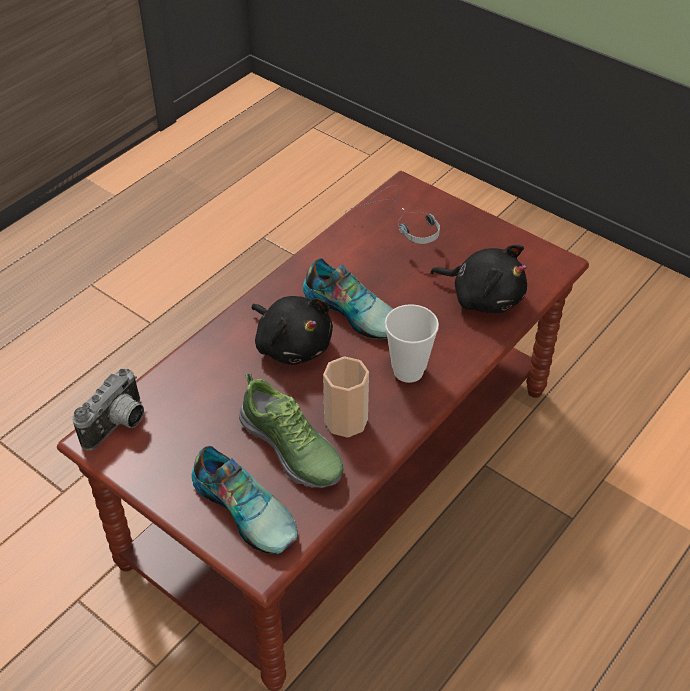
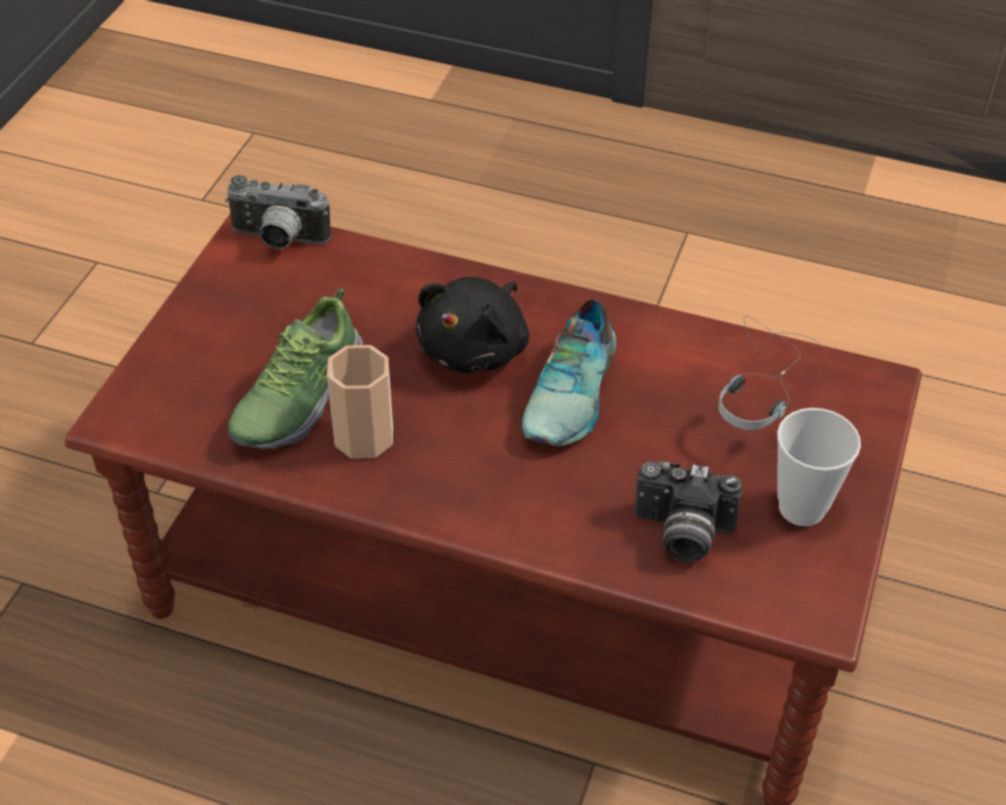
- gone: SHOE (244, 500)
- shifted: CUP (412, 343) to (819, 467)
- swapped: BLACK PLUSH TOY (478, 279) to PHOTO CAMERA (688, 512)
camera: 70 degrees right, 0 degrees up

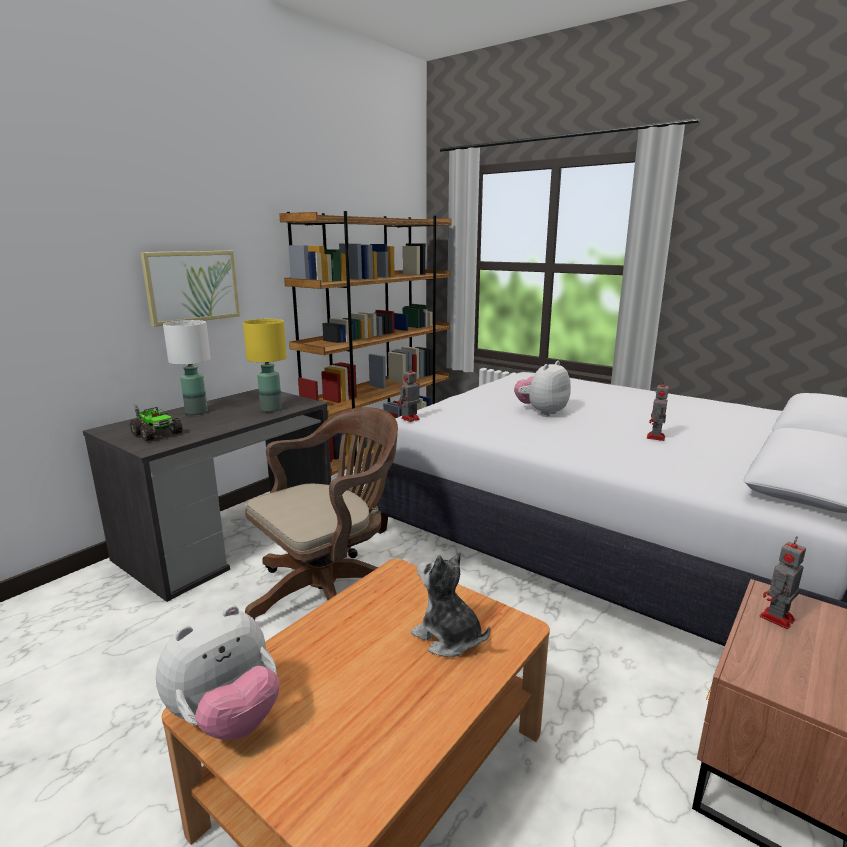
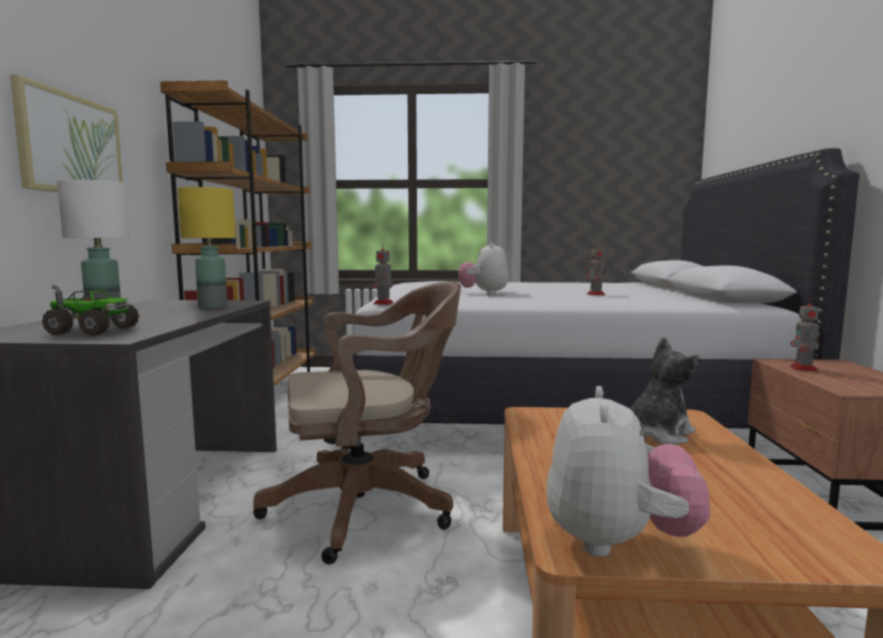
- rotated: BROWN OFFICE CHAIR (321, 513) = (357, 422) 60 degrees clockwise
- rotated: PLUSH TOY (451, 604) = (665, 391) 135 degrees clockwise
camera: 35 degrees left, 10 degrees down

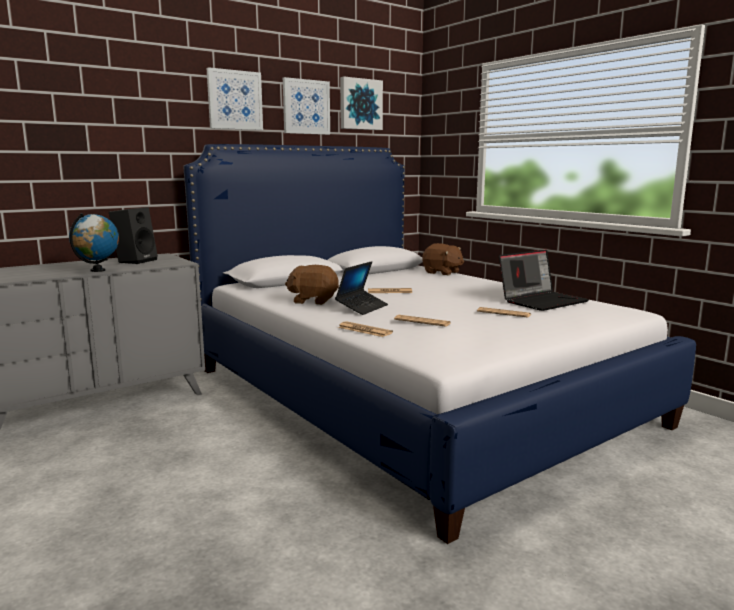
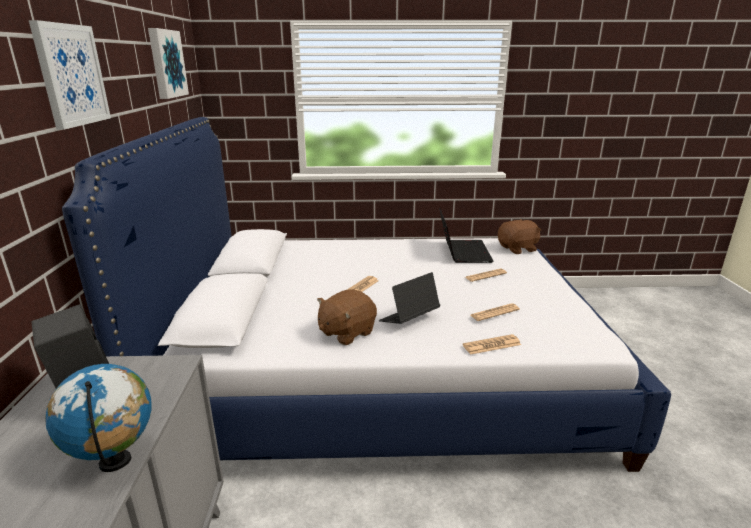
- gone: PICTURE (306, 106)
- rotated: LAPTOP (361, 288) = (409, 298) 105 degrees counterclockwise
- shifted: BROWN PLUSH TOY (443, 259) to (519, 236)
camera: 55 degrees left, 10 degrees up

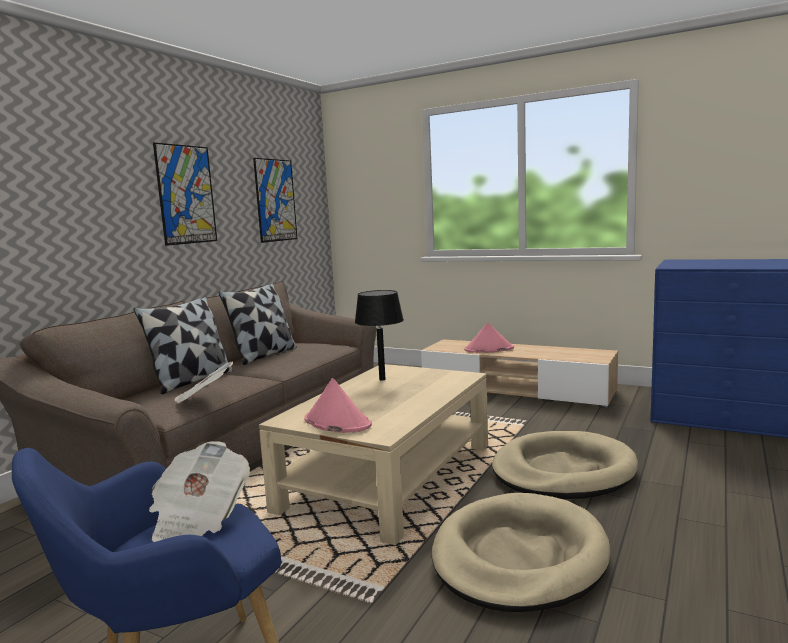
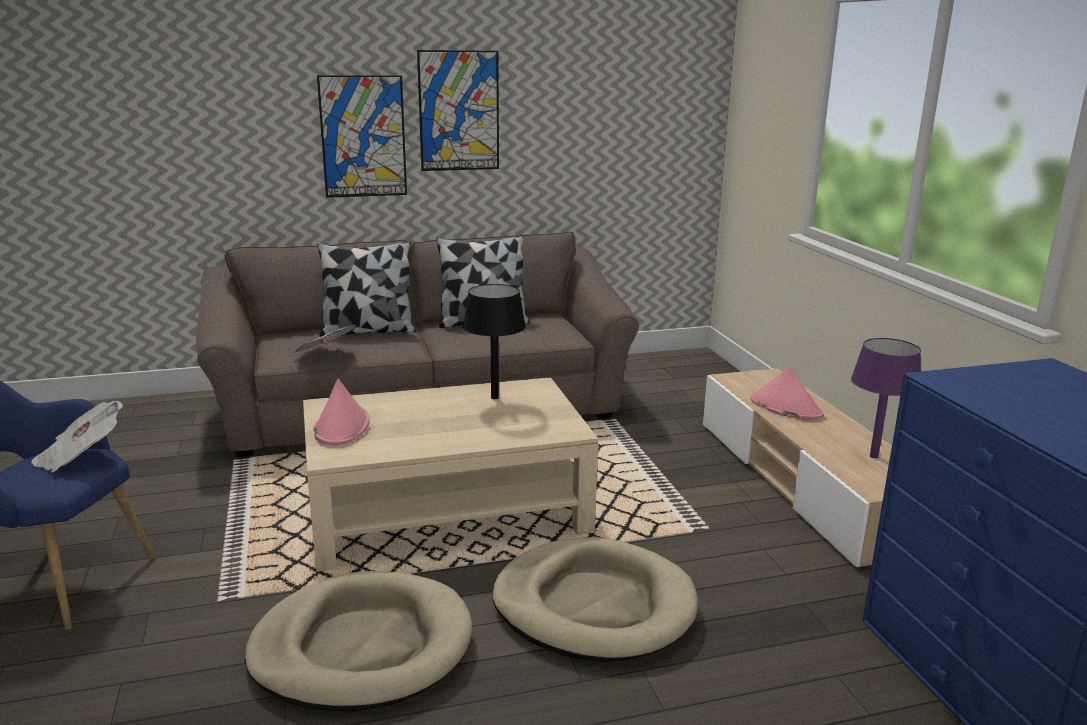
- shifted: PICTURE (275, 200) to (362, 136)
- new: PURPLE TABLE LAMP (886, 398)
camera: 45 degrees right, 10 degrees up

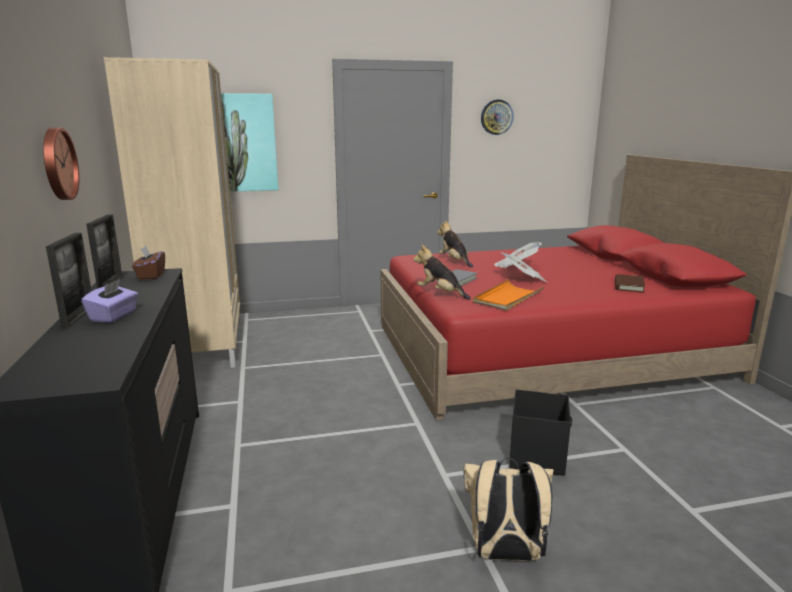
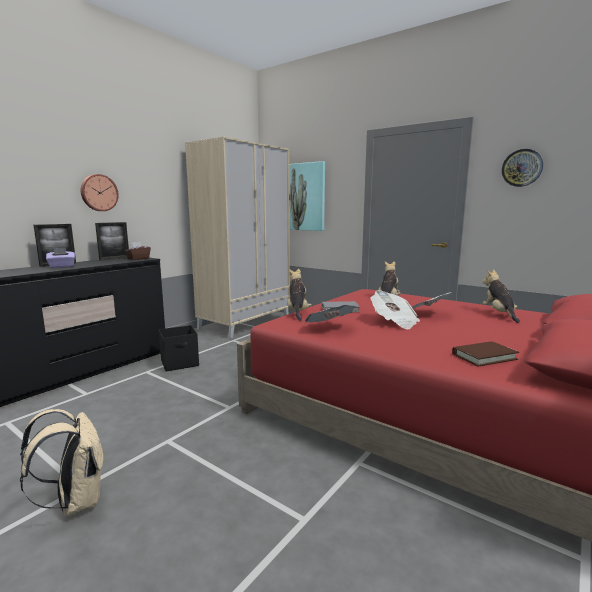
- swapped: ORANGE TRAY (508, 295) to NEWSPAPER (330, 313)
- shifted: BLACK STORAGE BOX (540, 432) to (179, 348)
- new: PLUSH TOY (501, 296)
camera: 50 degrees right, 5 degrees down

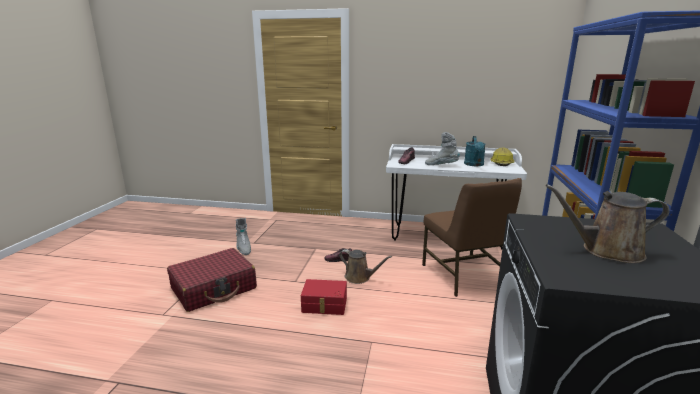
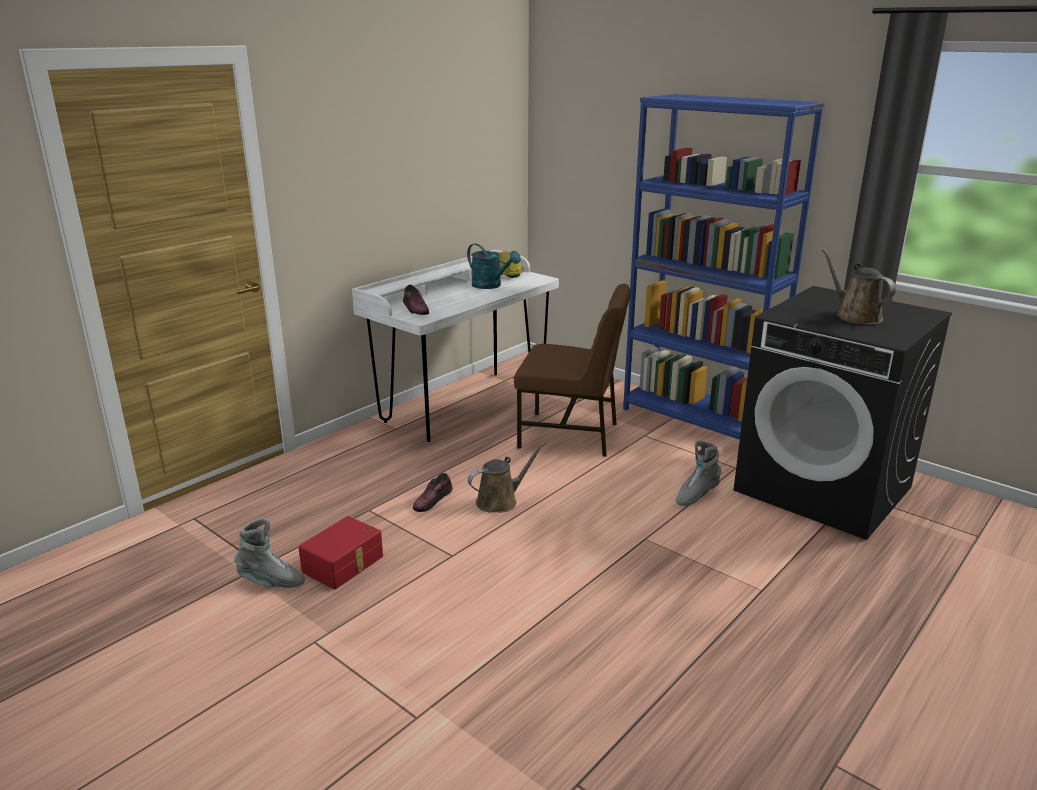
- gone: RED SUITCASE (212, 280)
- shifted: RED STORAGE BOX (324, 297) to (340, 552)
- shifted: GREY BOOT (442, 148) to (699, 473)
- rotated: BROWN WATERING CAN (608, 223) = (859, 287) 120 degrees clockwise
camera: 60 degrees left, 5 degrees up

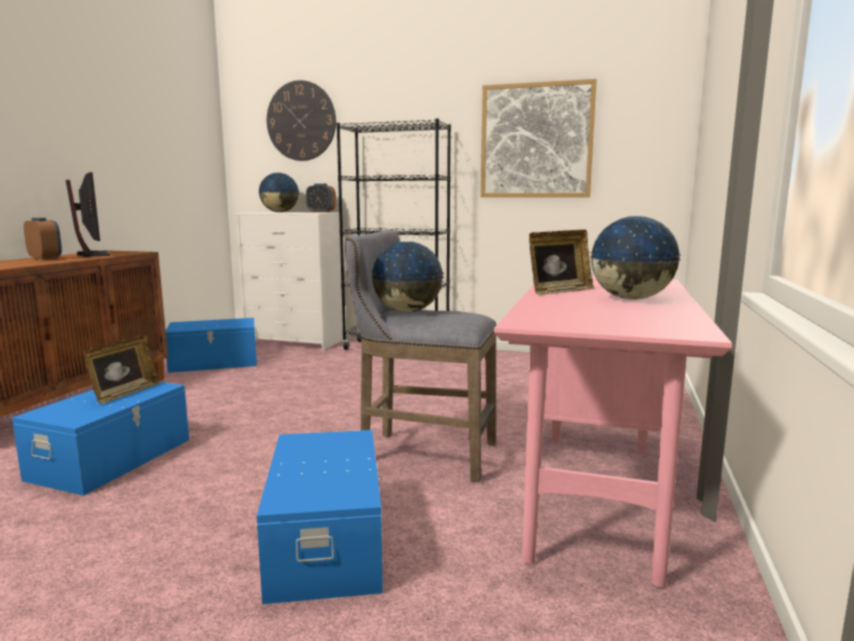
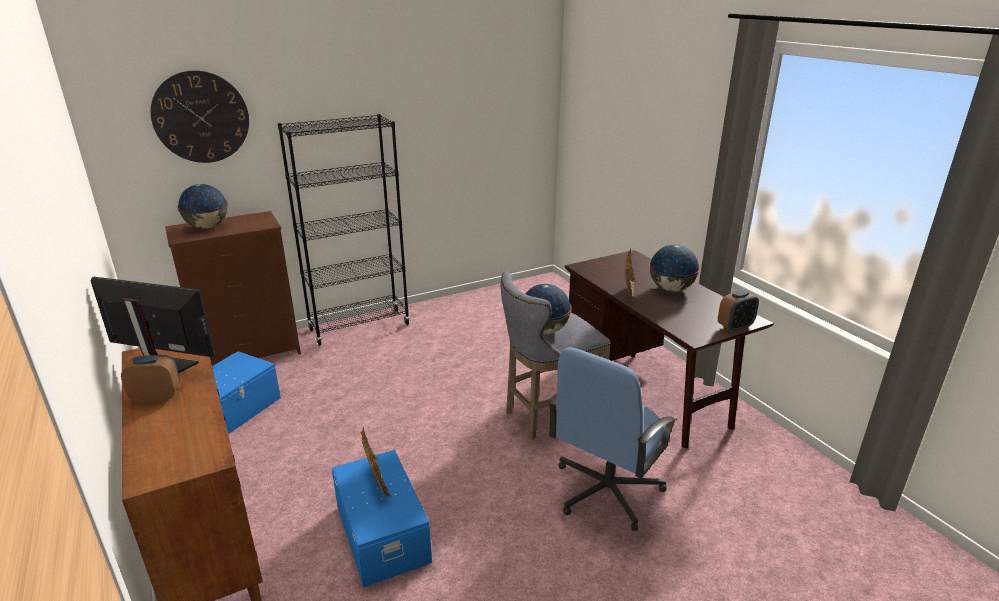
- repainted: WHITE DRESSER (289, 281) to BROWN DRESSER (233, 288)
- swapped: BLUE STORAGE BOX (320, 517) to BLUE OFFICE CHAIR (612, 439)
- shifted: ALARM CLOCK (321, 198) to (738, 311)
- gone: PICTURE (539, 138)
- repainted: PINK DESK (613, 432) to BROWN DESK (669, 349)
camera: 45 degrees left, 15 degrees up

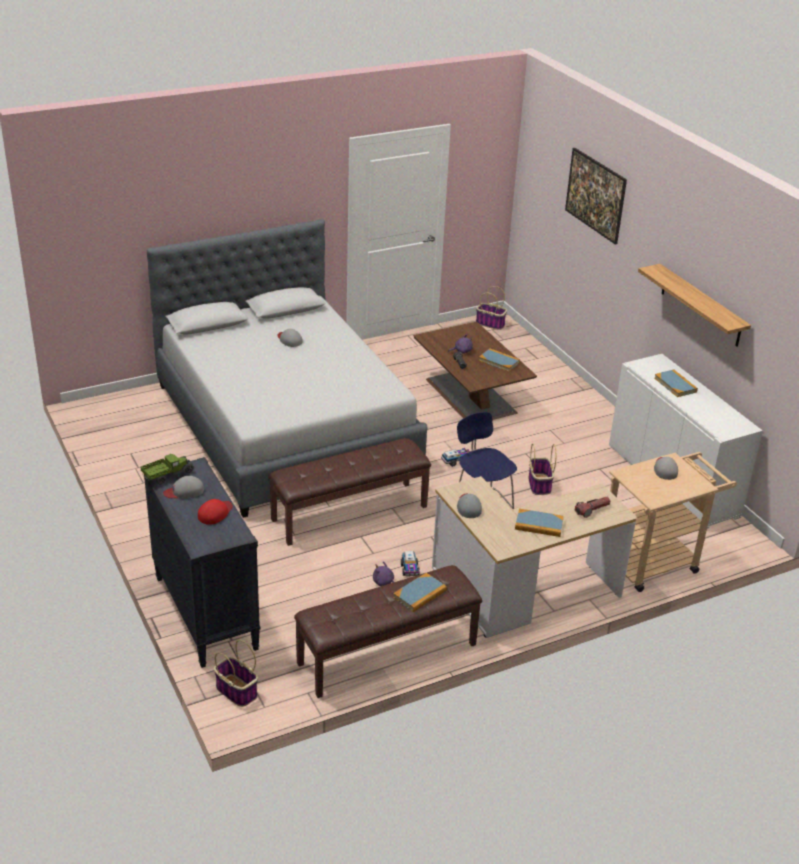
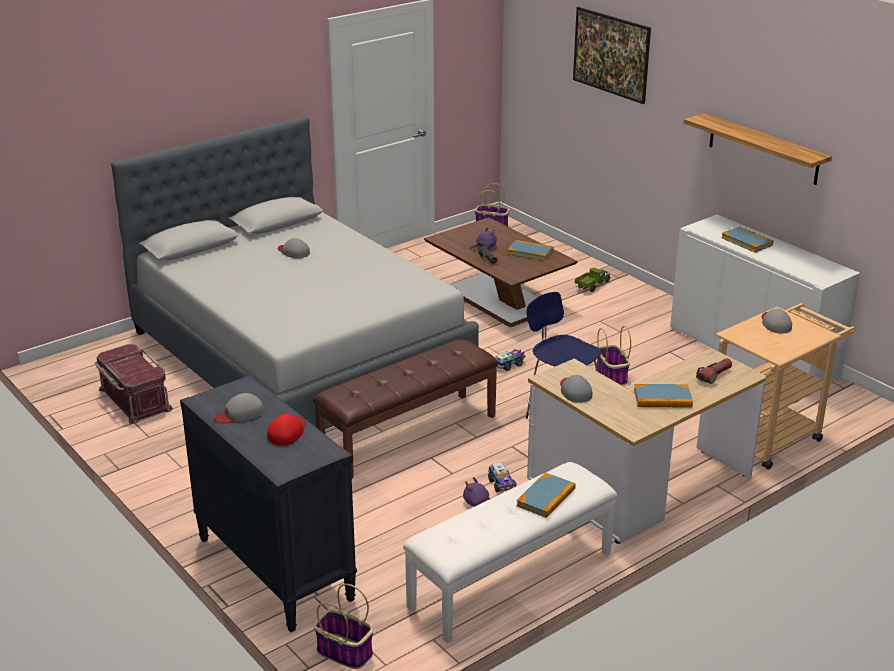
- shifted: TOY TRUCK (167, 469) to (592, 280)
- repainted: BROWN BENCH (388, 631) to WHITE BENCH (510, 552)
- new: RED STORAGE BOX (133, 384)
camera: 10 degrees left, 5 degrees down

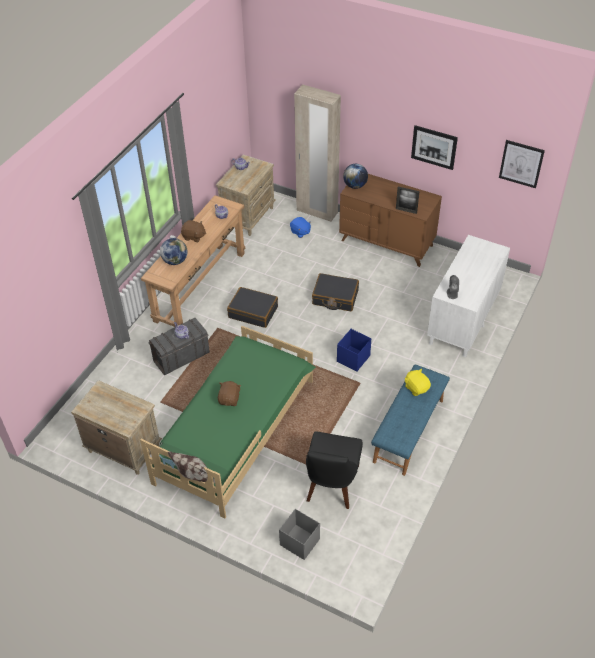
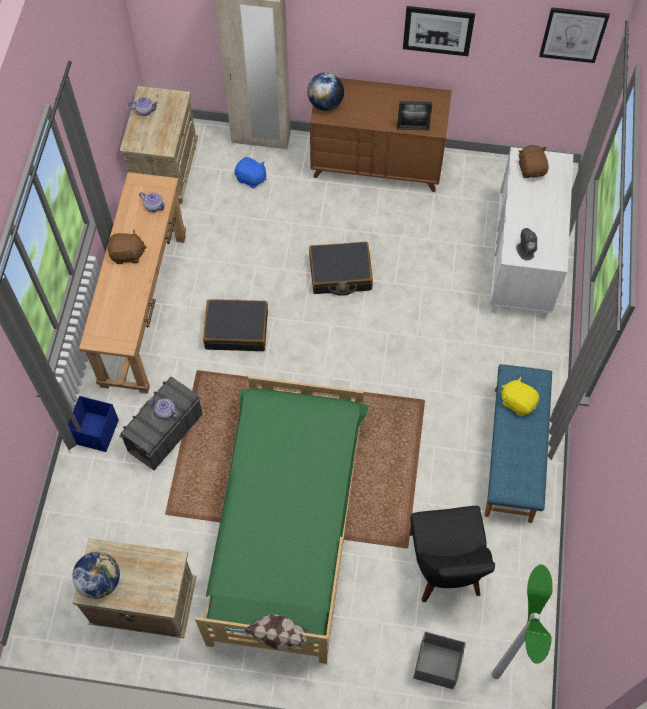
- shifted: GLOBE (174, 251) to (96, 575)
- shifted: BROWN PLUSH TOY (229, 393) to (533, 161)
- shifted: BLUE STORAGE BOX (354, 350) to (93, 424)
- new: FLOOR LAMP (522, 621)
camera: 20 degrees left, 15 degrees up

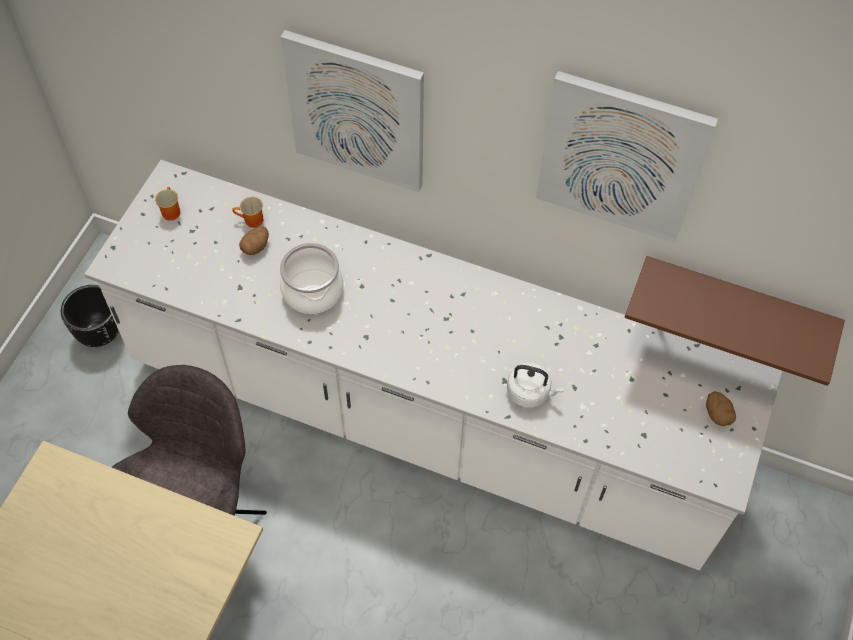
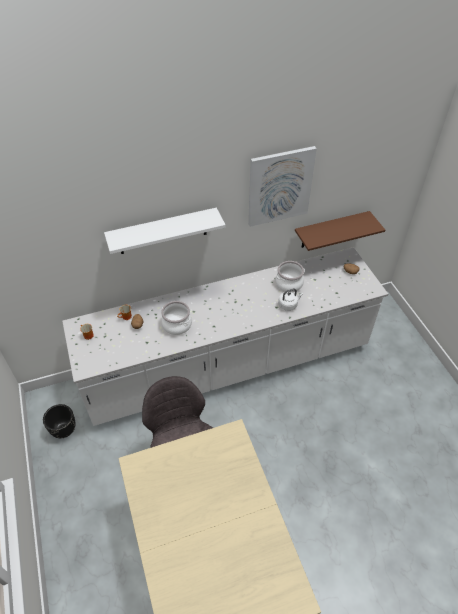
- swapped: PICTURE (352, 111) to WHITE SHELF (165, 231)
- new: COOKING POT (290, 276)
camera: 40 degrees left, 10 degrees down

